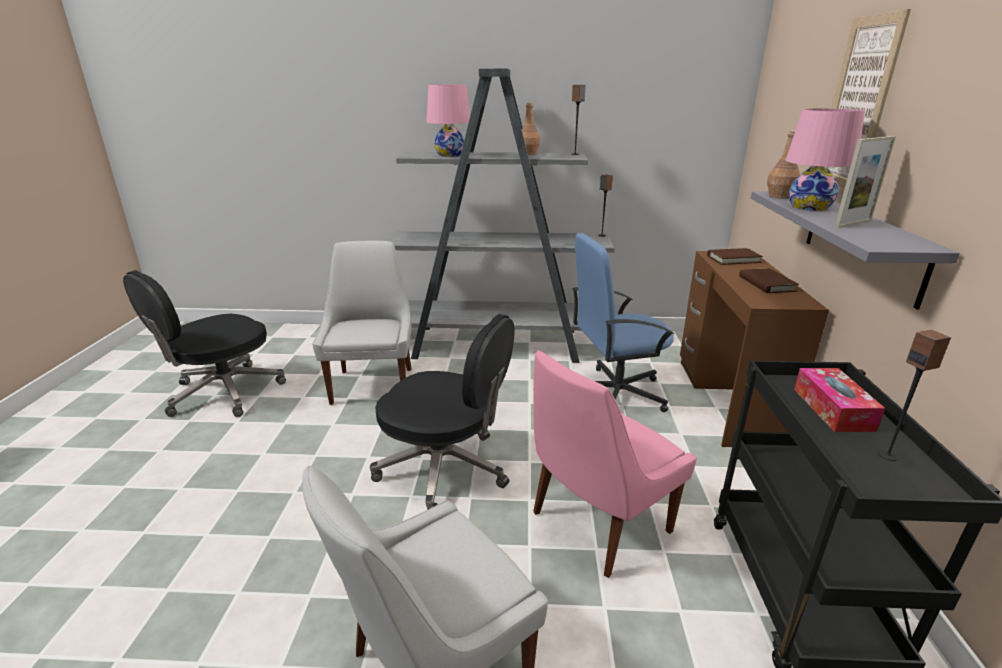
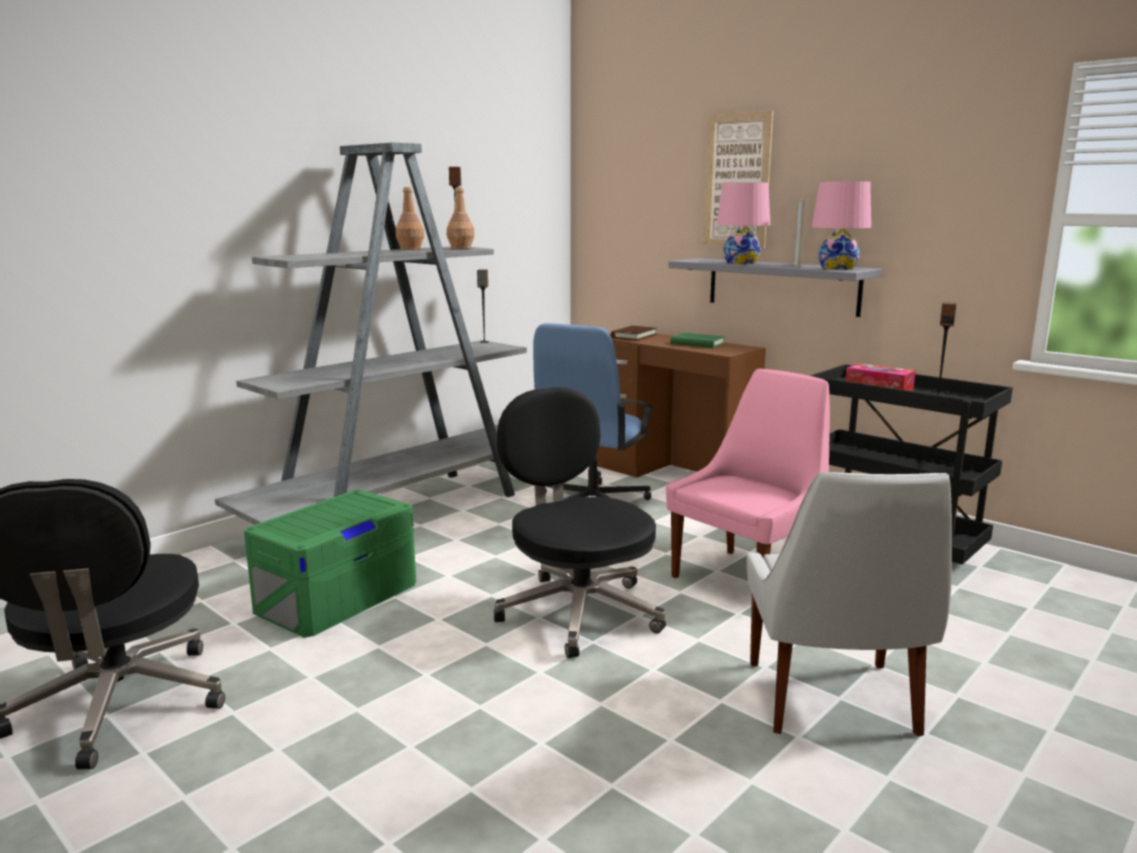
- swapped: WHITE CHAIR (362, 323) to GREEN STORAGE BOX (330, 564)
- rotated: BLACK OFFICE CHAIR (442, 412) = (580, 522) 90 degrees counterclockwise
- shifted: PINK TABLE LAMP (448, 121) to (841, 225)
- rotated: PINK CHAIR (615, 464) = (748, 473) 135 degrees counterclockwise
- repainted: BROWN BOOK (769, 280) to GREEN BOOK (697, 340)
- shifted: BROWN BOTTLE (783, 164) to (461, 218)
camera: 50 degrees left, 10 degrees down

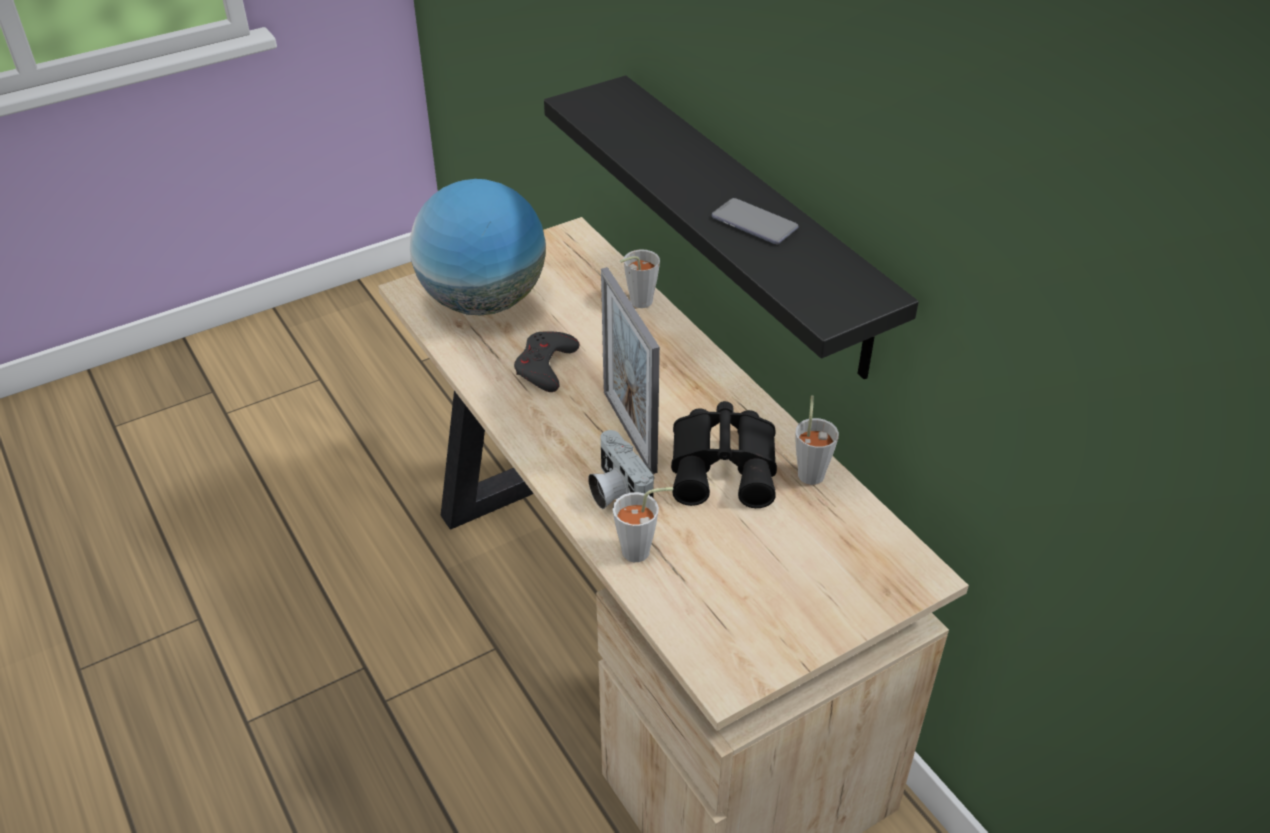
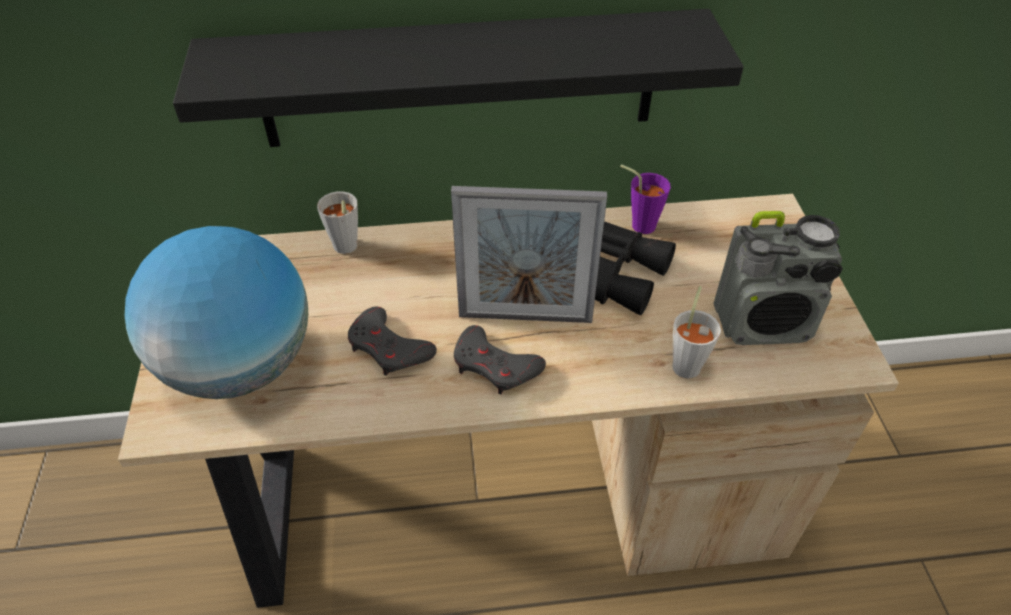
- gone: PHOTO CAMERA (621, 469)
- gone: PHONE (755, 221)
- repainted: GREY CUP (817, 440) to PURPLE CUP (645, 199)
- new: GREY GAME CONTROLLER (500, 359)
- new: RADIO (778, 278)
camera: 65 degrees left, 5 degrees up

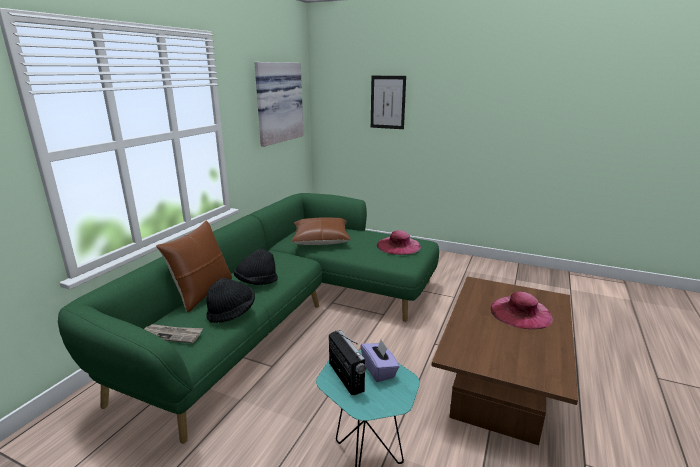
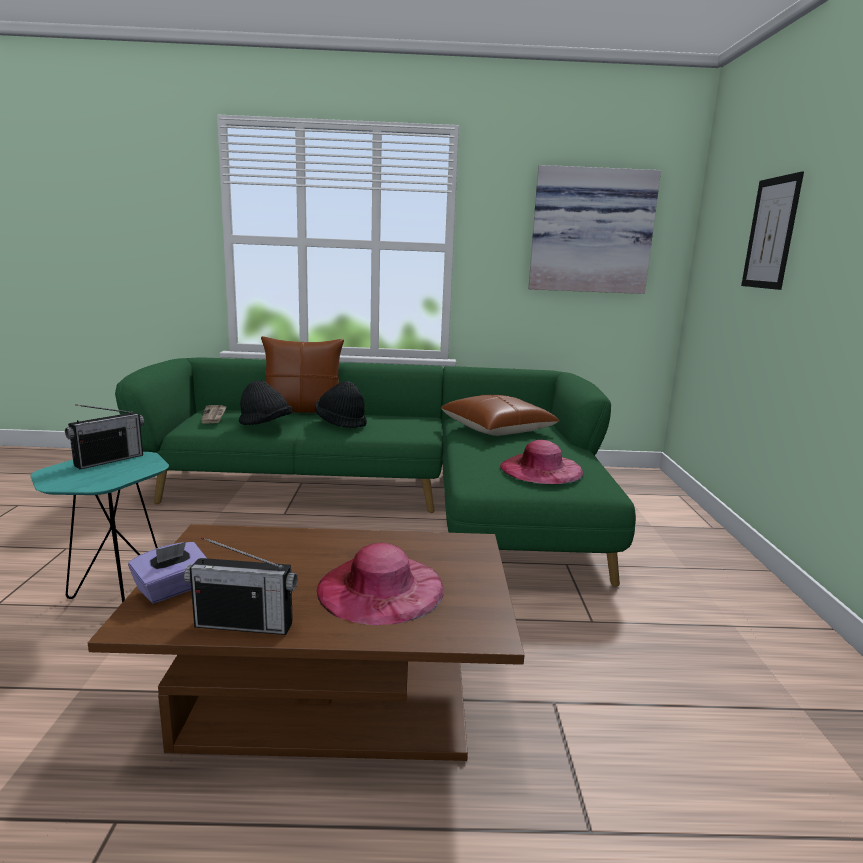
- shifted: PURPLE TISSUE BOX (380, 361) to (167, 573)
- new: RADIO (240, 586)
camera: 65 degrees right, 5 degrees down

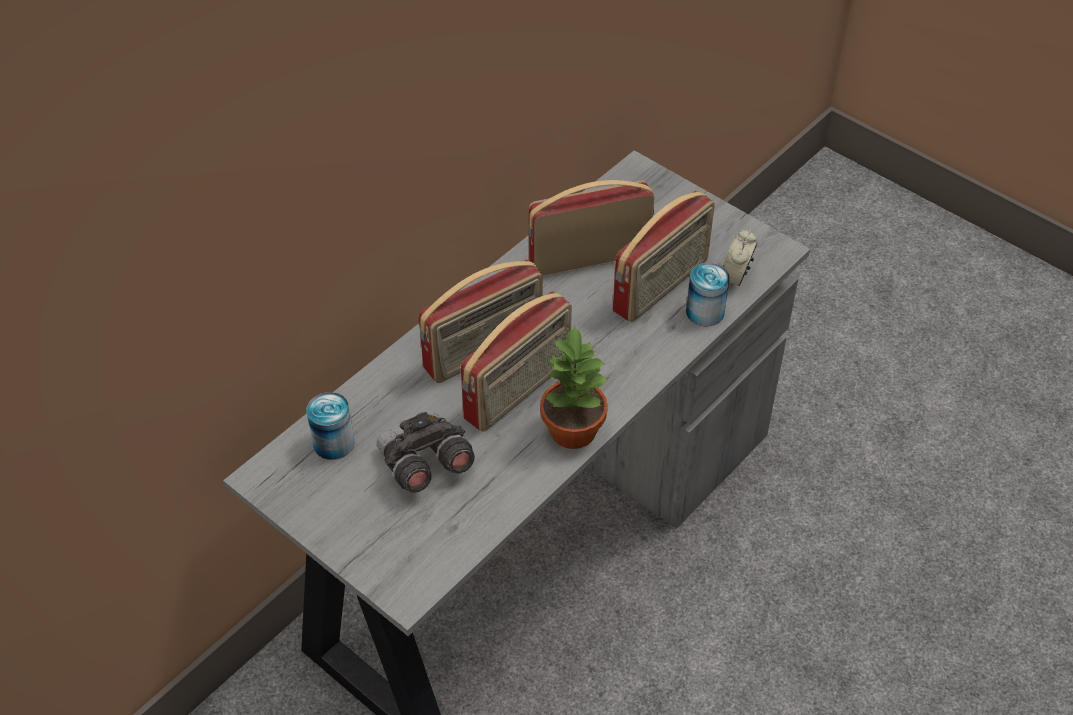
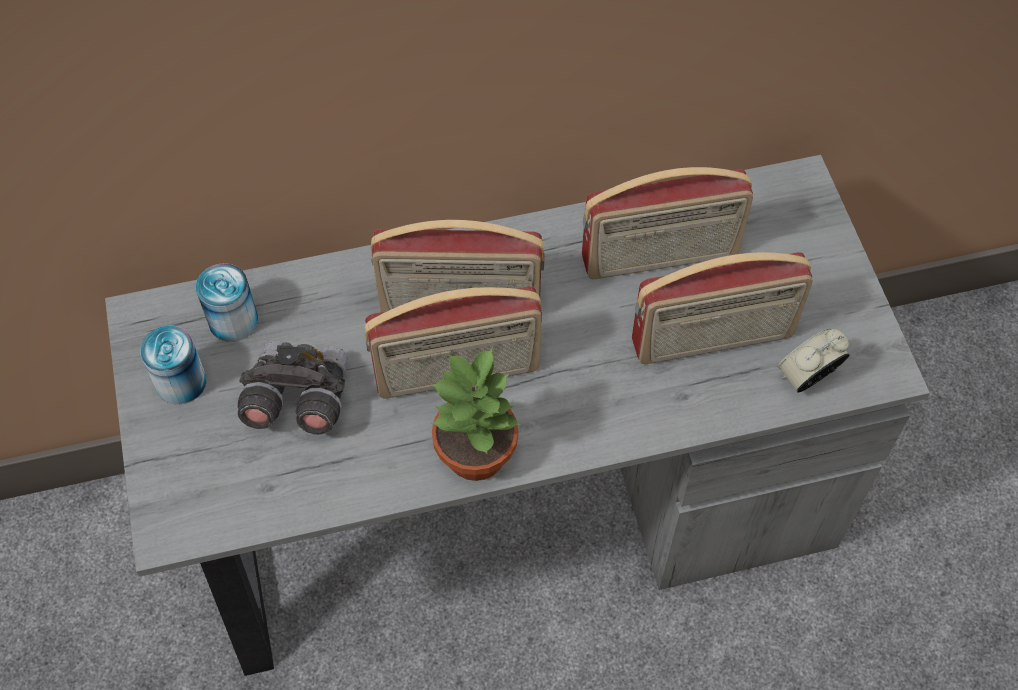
- rotated: RADIO (591, 228) = (667, 223) 150 degrees clockwise
- shifted: CAN (708, 294) to (173, 364)
camera: 35 degrees right, 10 degrees up

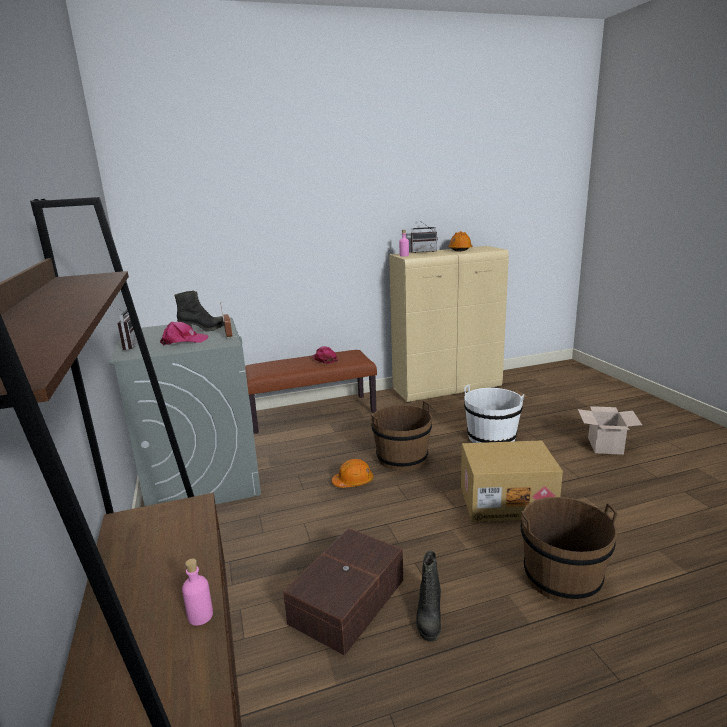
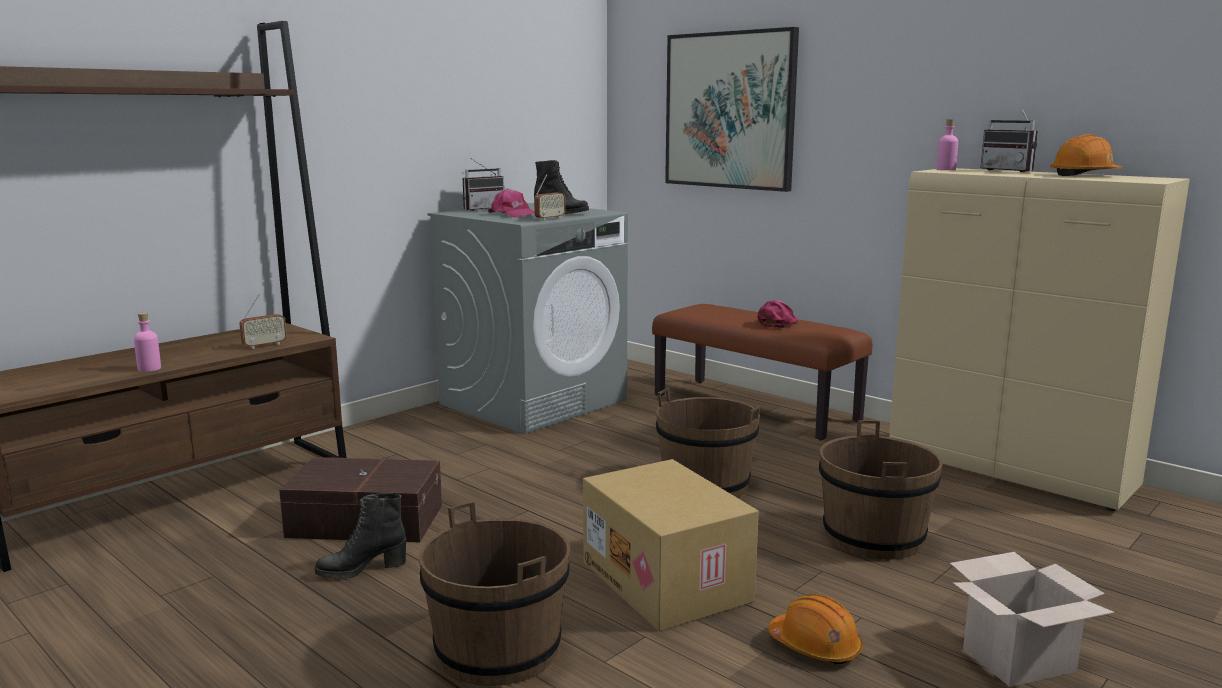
- shifted: ORANGE HARD HAT (353, 473) to (815, 629)
- repainted: WHITE BUCKET (494, 413) to BROWN BUCKET (880, 490)
- new: RADIO (263, 321)
- new: PICTURE (732, 109)
camera: 60 degrees right, 5 degrees down

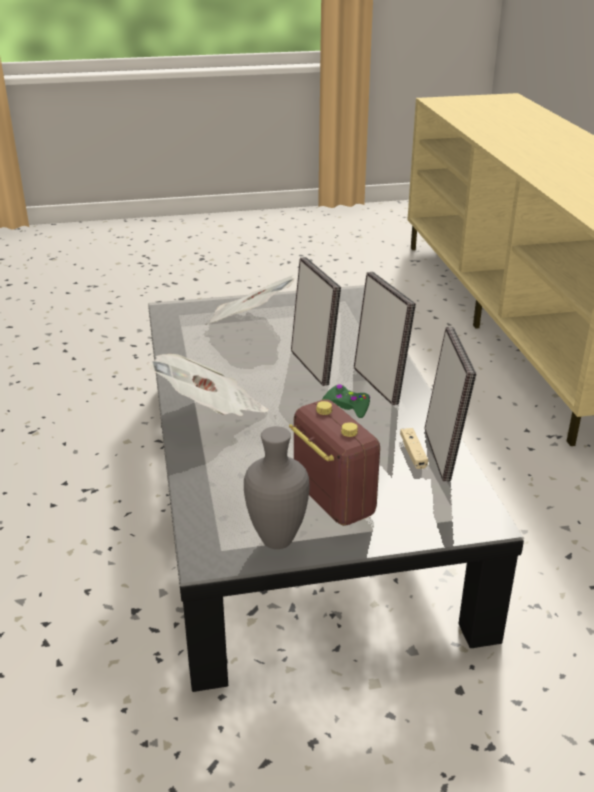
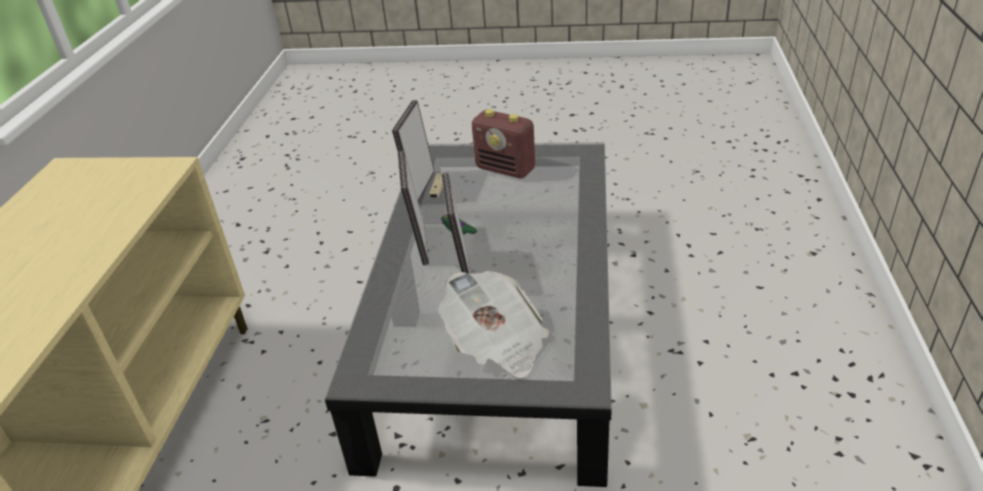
- gone: NEWSPAPER (207, 385)
- gone: GREY VASE (277, 487)
- rotated: RADIO (334, 462) = (503, 143) 45 degrees counterclockwise
camera: 160 degrees left, 5 degrees up

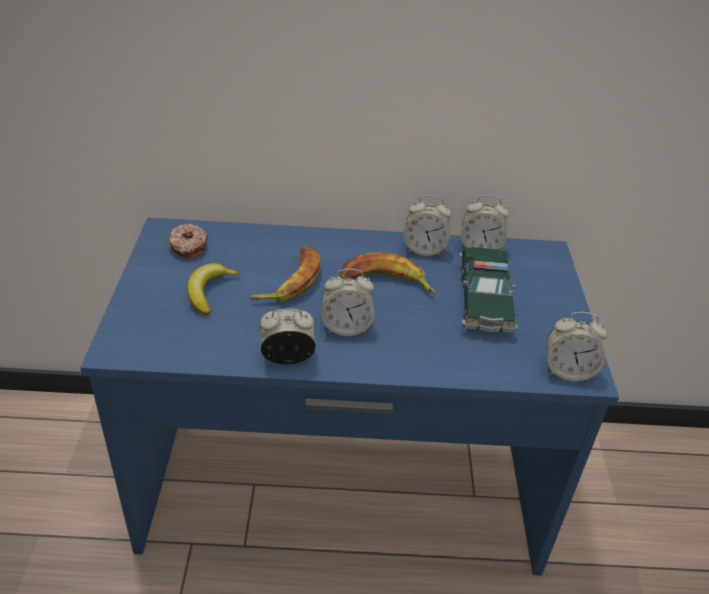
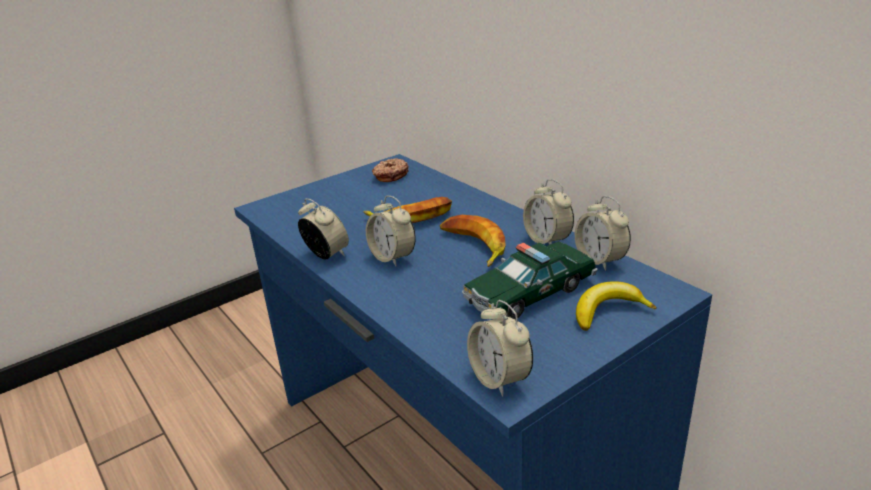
- shifted: BANANA (213, 289) to (616, 306)
camera: 55 degrees right, 10 degrees down

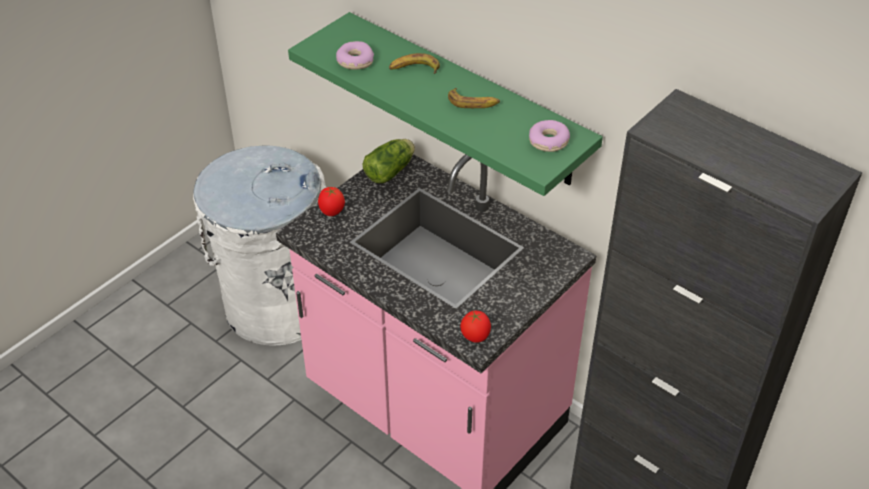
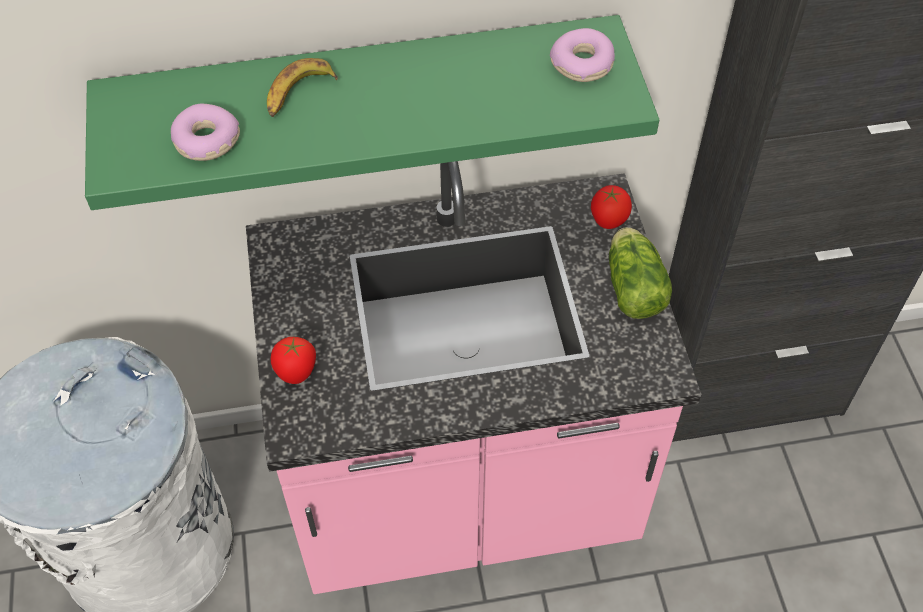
- shifted: LETTUCE (388, 161) to (640, 273)
- gone: BANANA (474, 98)
- shifted: TOMATO (475, 327) to (611, 207)
camera: 50 degrees left, 10 degrees up

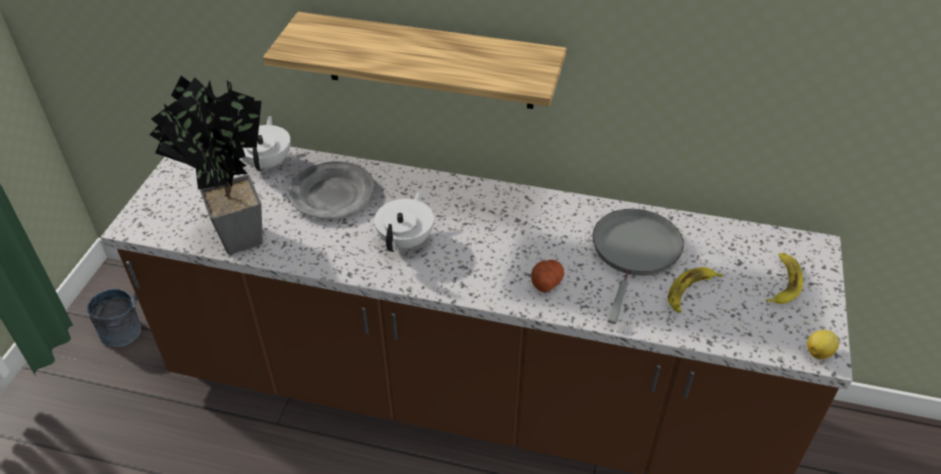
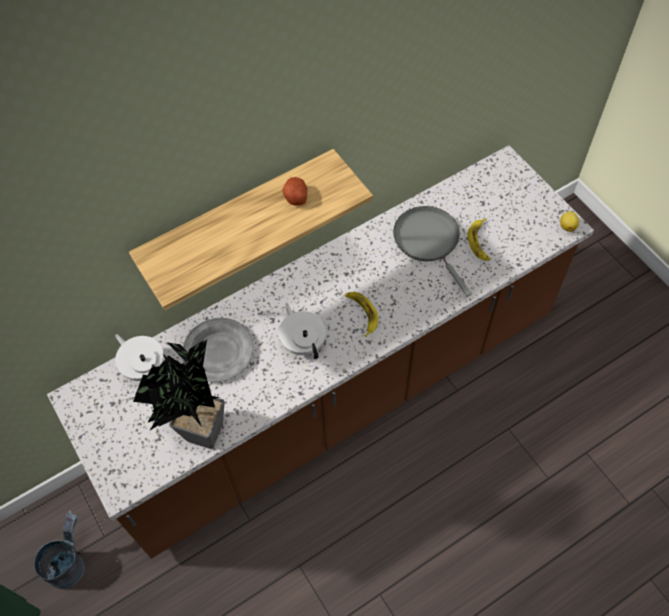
- shifted: POTATO (547, 276) to (294, 191)
- shifted: BANANA (784, 278) to (361, 314)
camera: 45 degrees left, 15 degrees up

